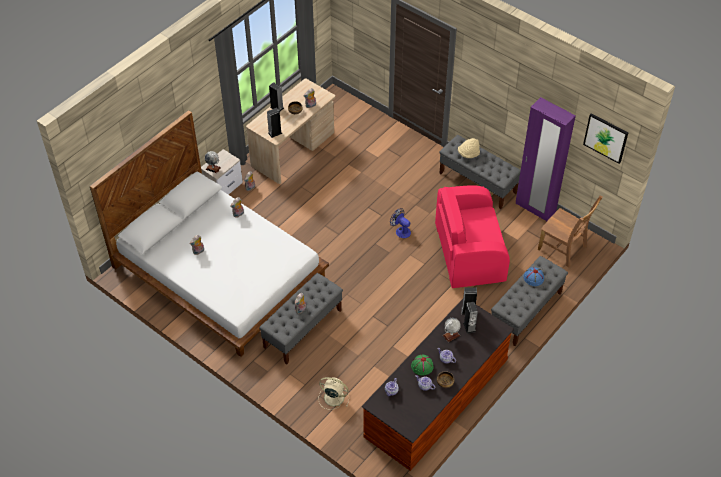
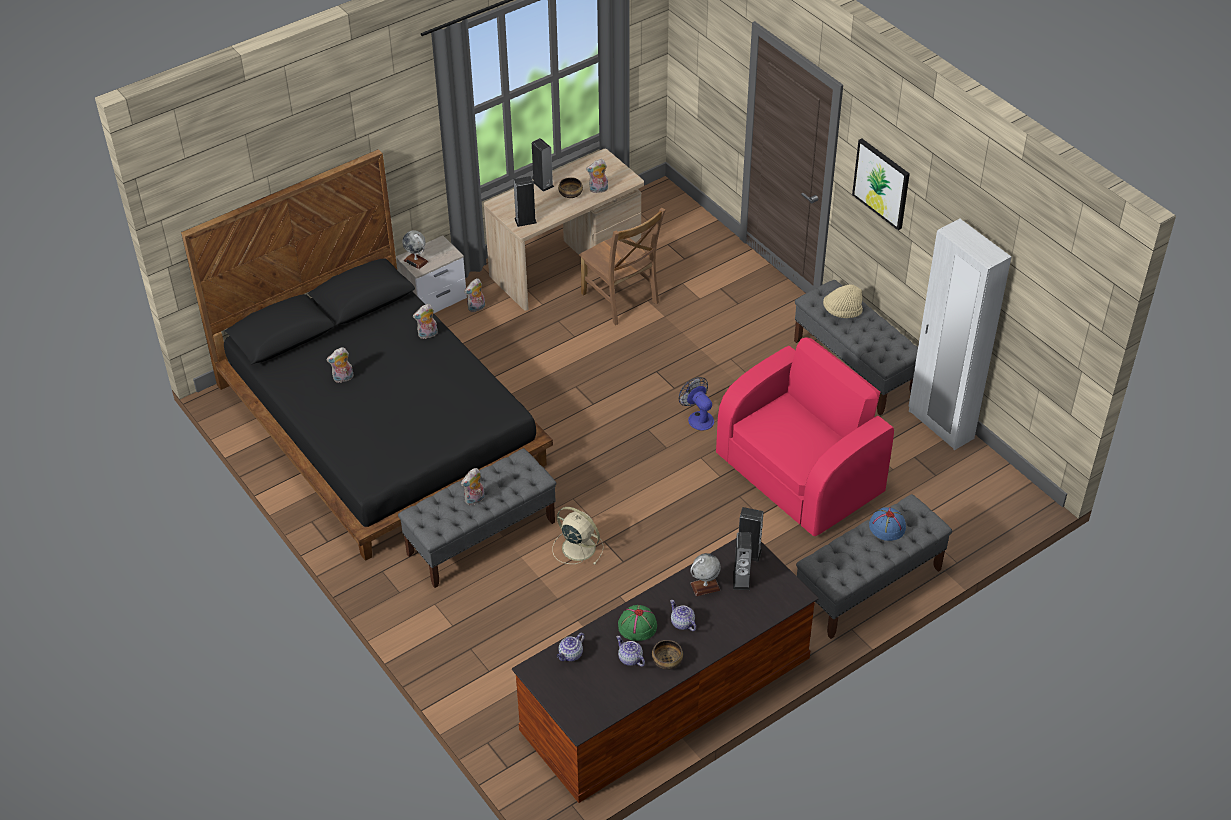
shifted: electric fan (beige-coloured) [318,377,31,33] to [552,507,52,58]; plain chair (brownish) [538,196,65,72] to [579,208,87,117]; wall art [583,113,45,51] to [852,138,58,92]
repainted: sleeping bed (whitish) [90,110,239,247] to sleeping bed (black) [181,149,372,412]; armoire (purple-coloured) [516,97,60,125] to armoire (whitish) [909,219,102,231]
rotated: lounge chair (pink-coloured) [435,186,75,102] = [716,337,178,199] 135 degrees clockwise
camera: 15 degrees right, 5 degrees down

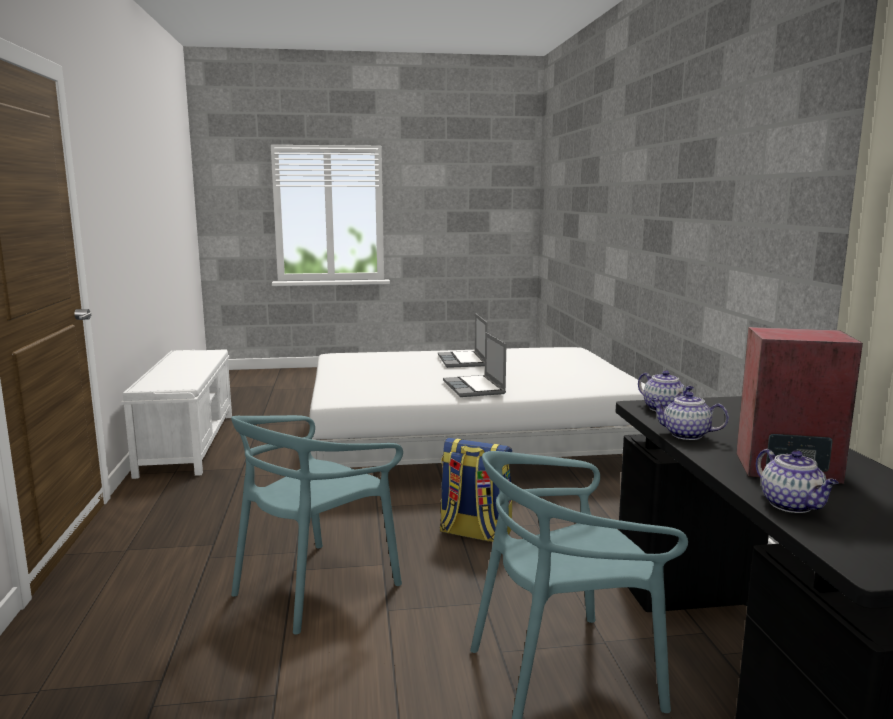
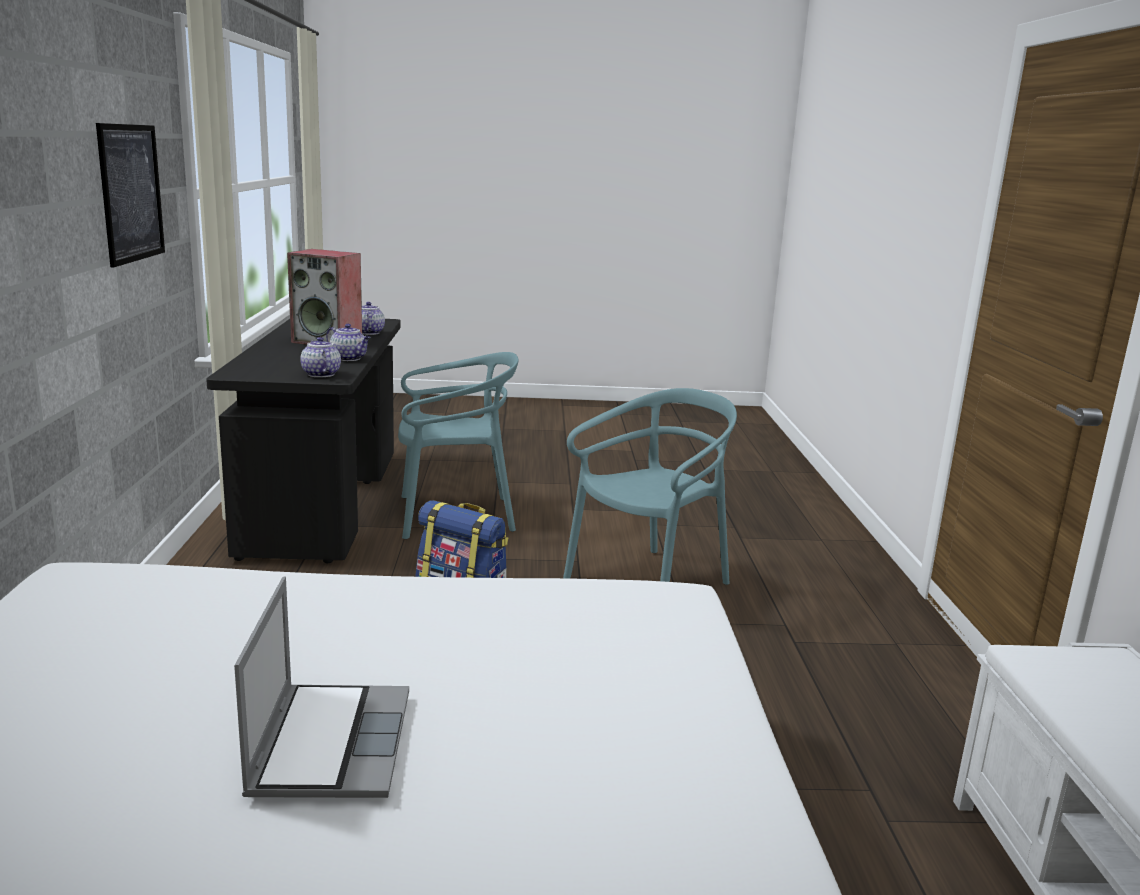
gone: notebook computer [443,332,63,65]
new: wall art [96,123,69,144]
camera: 175 degrees left, 5 degrees up

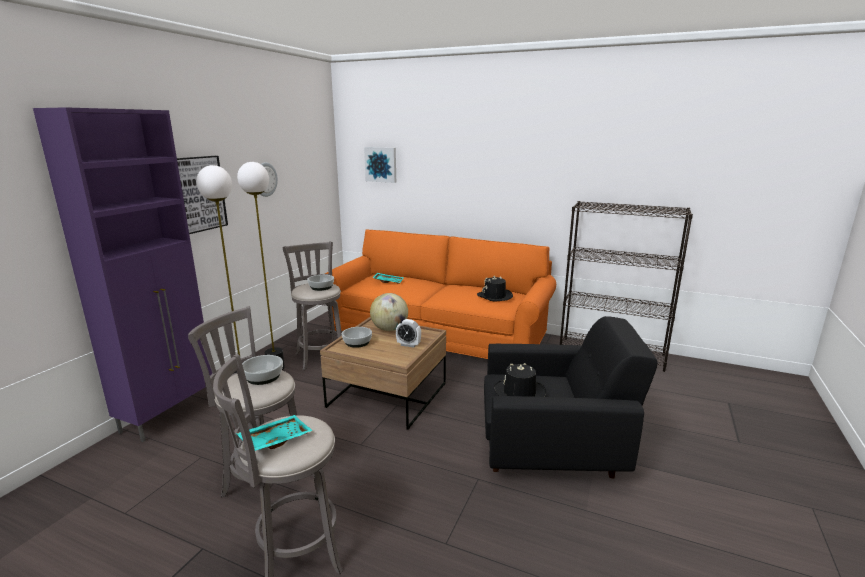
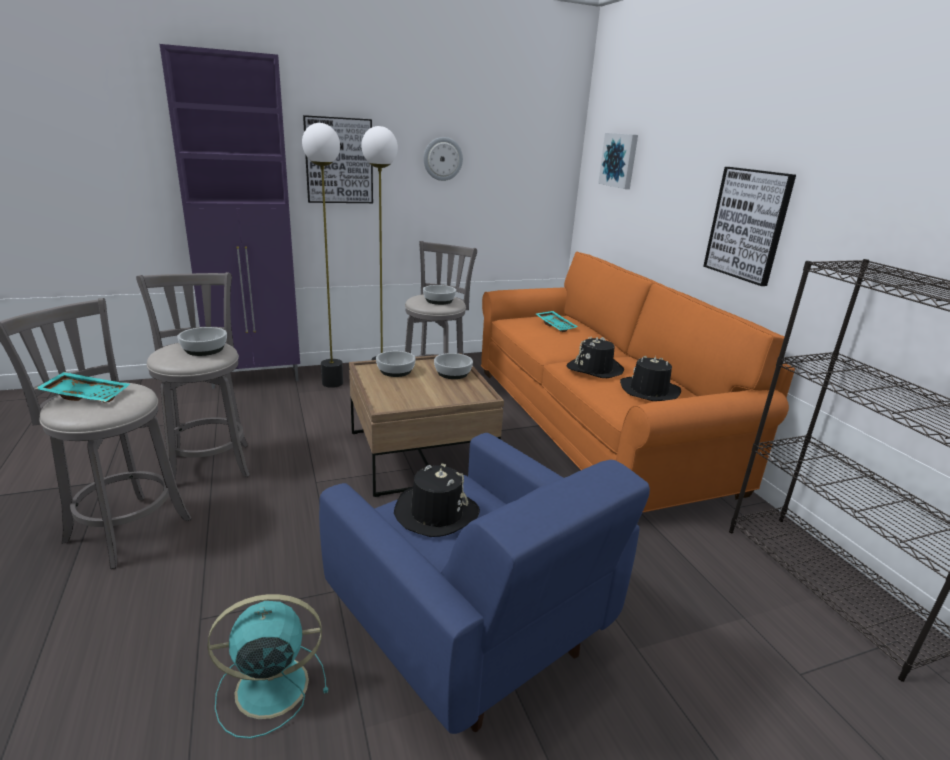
gone: bedside clock [396,319,25,29]
new: electric fan (turquoise-coloured) [207,594,121,145]; hat (black) [567,337,57,41]; wall art [703,167,93,119]
swapped: desk globe [370,293,38,38] to bowl [434,353,39,26]
repainted: lounge chair (black) [484,316,173,162] to lounge chair (blue-coloured) [319,433,331,301]
camera: 45 degrees right, 5 degrees up

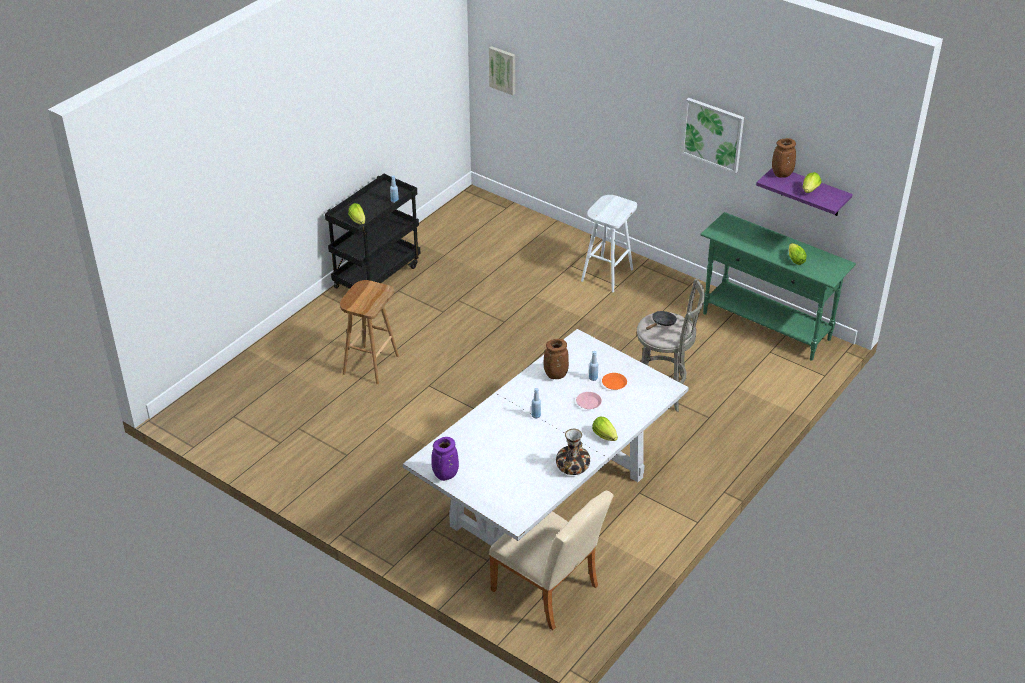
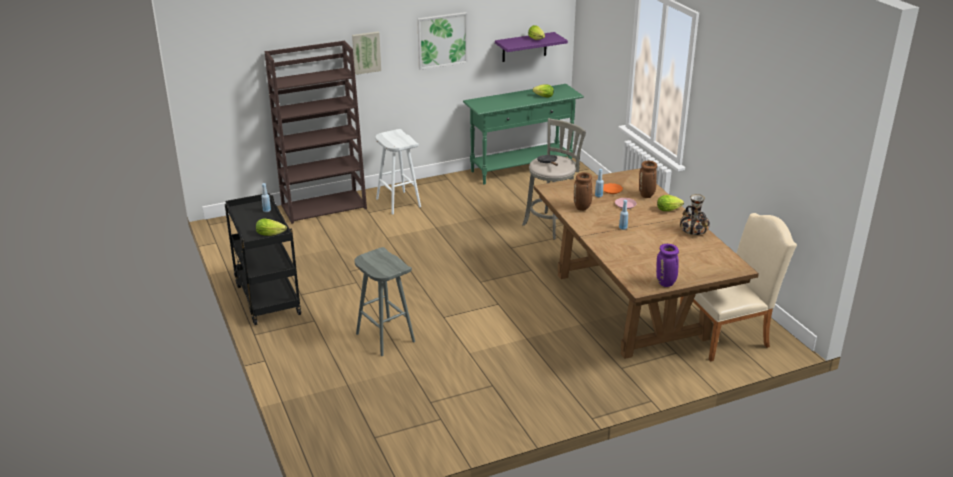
new: bookshelf (brownish) [264,41,103,183]
shifted: wall art [489,46,26,49] to [352,32,29,43]; vase (brownish) [772,138,24,40] to [639,161,18,37]
repainted: stool seat (brownish) [340,280,59,104] to stool seat (greyish) [354,247,61,109]; dinner table (whitish) [403,329,286,217] to dinner table (brownish) [534,169,225,190]
camera: 60 degrees left, 10 degrees down

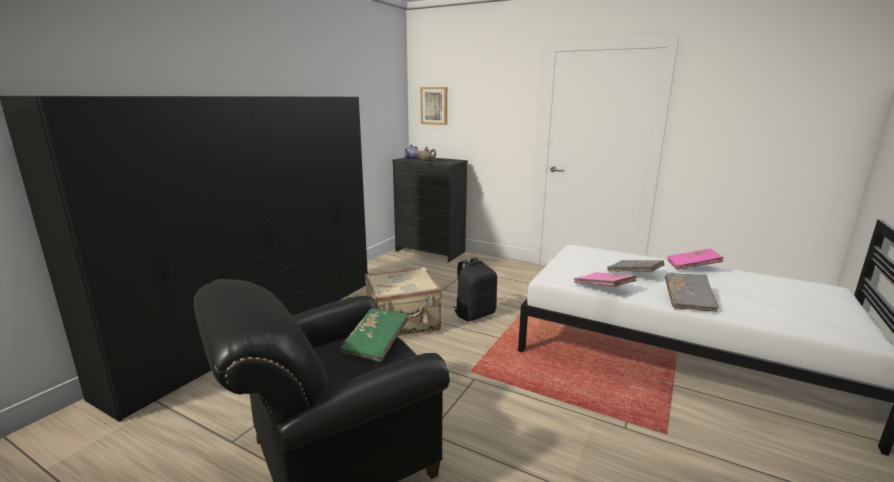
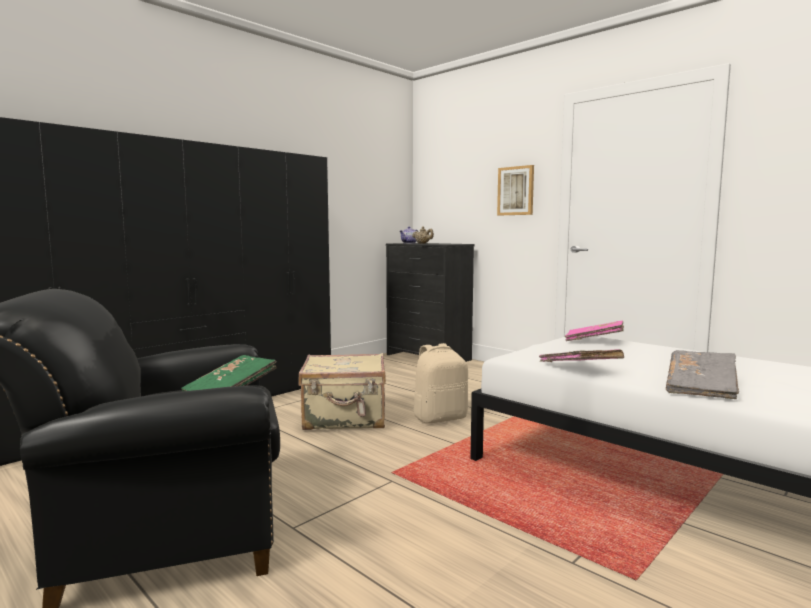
gone: volume (greyish) [607,260,58,12]
shifted: wall art [420,87,27,38] to [497,165,37,50]; volume (pink-coloured) [667,249,56,21] to [565,320,59,21]
repainted: backpack (black) [454,258,43,63] to backpack (beige-coloured) [413,343,55,81]
camera: 15 degrees right, 10 degrees down

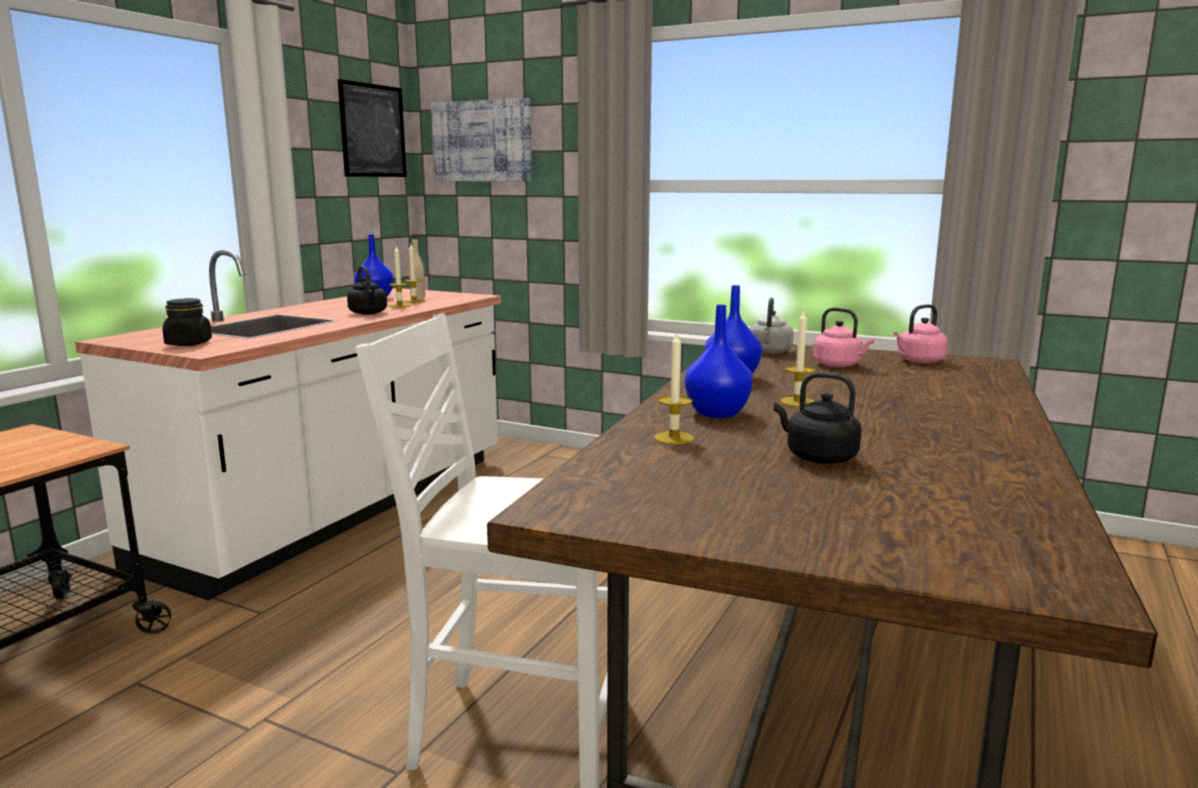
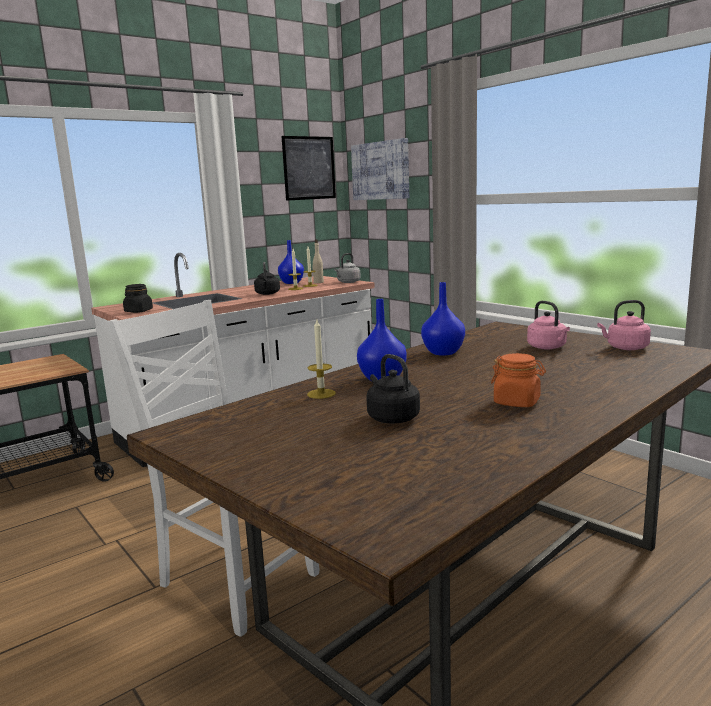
gone: wax light [780,309,35,98]
new: storage jar (orangey) [491,353,55,54]
shifted: kettle (greyish) [750,298,44,56] to [334,253,27,30]
camera: 25 degrees right, 0 degrees up

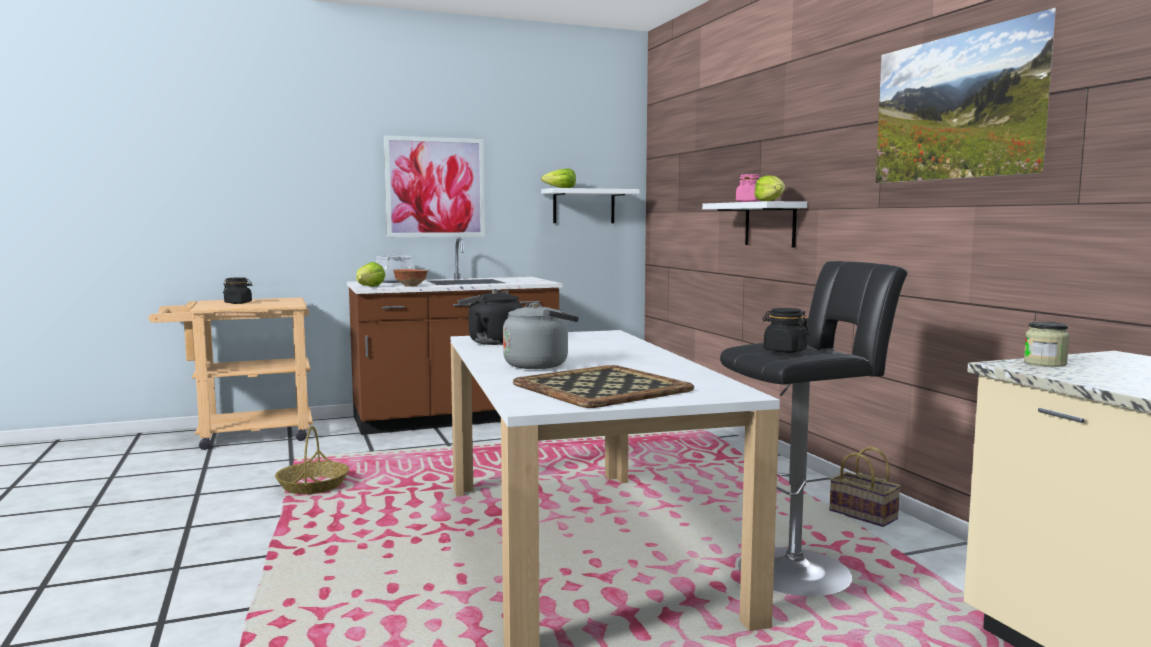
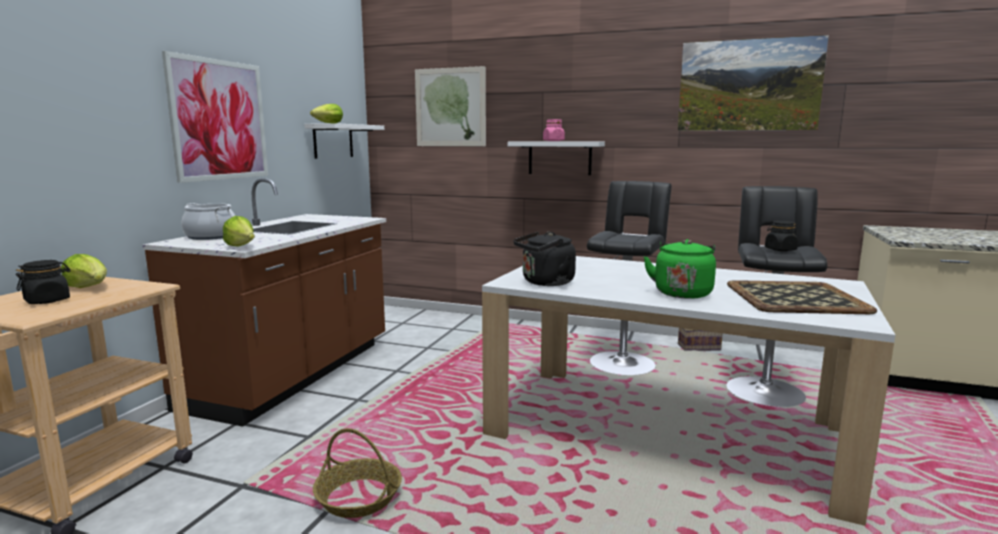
gone: bowl [393,269,35,18]; storage jar [1024,322,46,45]
new: wall art [415,66,71,80]; stool seat (black) [587,181,85,194]
shifted: lettuce [754,175,31,26] to [61,254,46,34]
repainted: kettle (greyish) [503,303,76,66] to kettle (greenish) [643,239,73,60]
camera: 50 degrees left, 5 degrees up

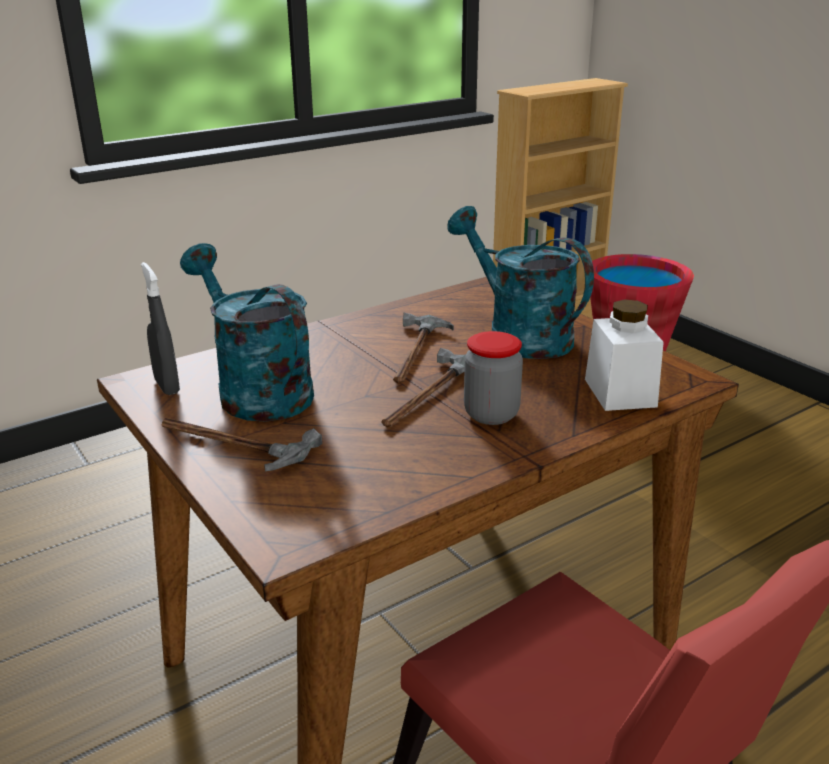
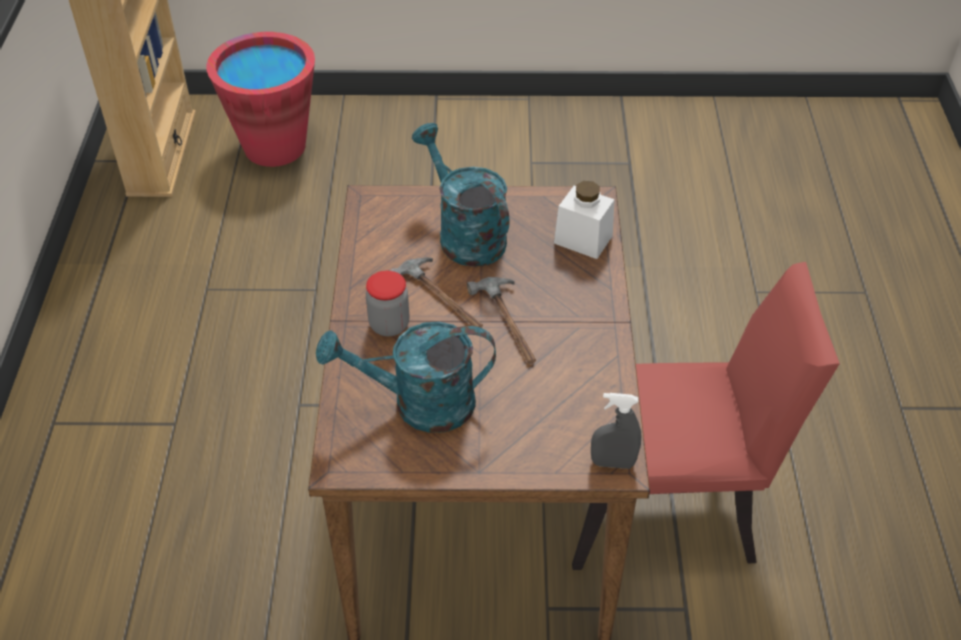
gone: hand hammer [161,418,162,53]
shifted: spray bottle (greyish) [141,262,39,133] to [591,393,50,76]; storage jar [464,331,59,94] to [366,270,44,66]
rotated: watering pot (turquoise-coloured) [447,206,147,153] = [412,123,98,144] 60 degrees clockwise
camera: 55 degrees left, 20 degrees up

